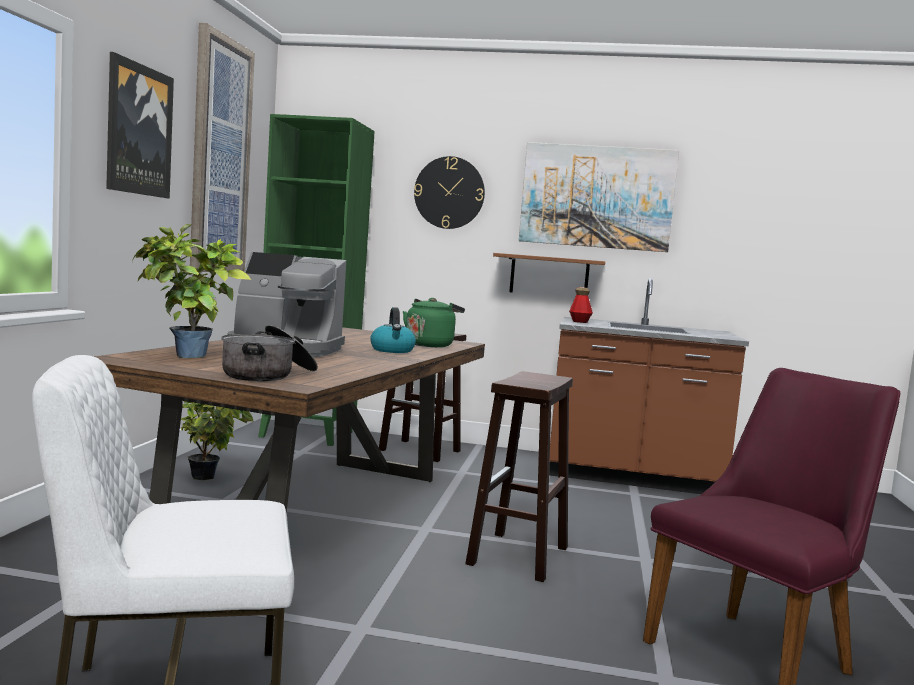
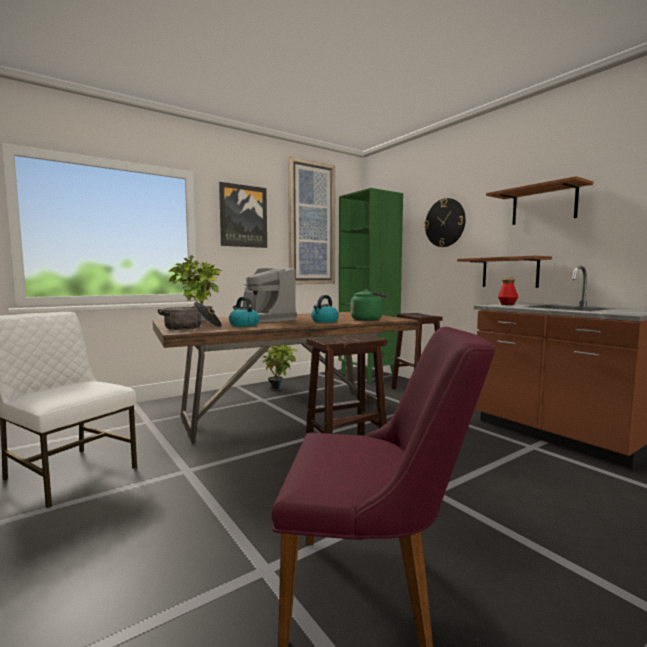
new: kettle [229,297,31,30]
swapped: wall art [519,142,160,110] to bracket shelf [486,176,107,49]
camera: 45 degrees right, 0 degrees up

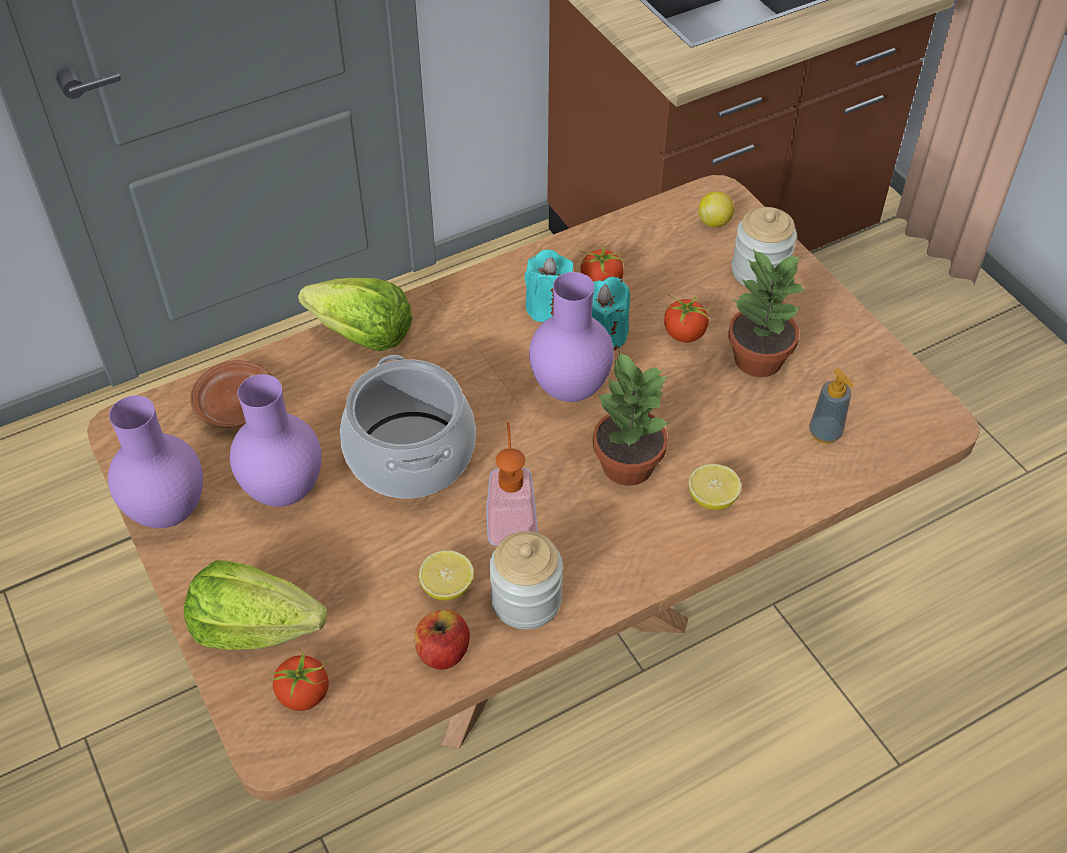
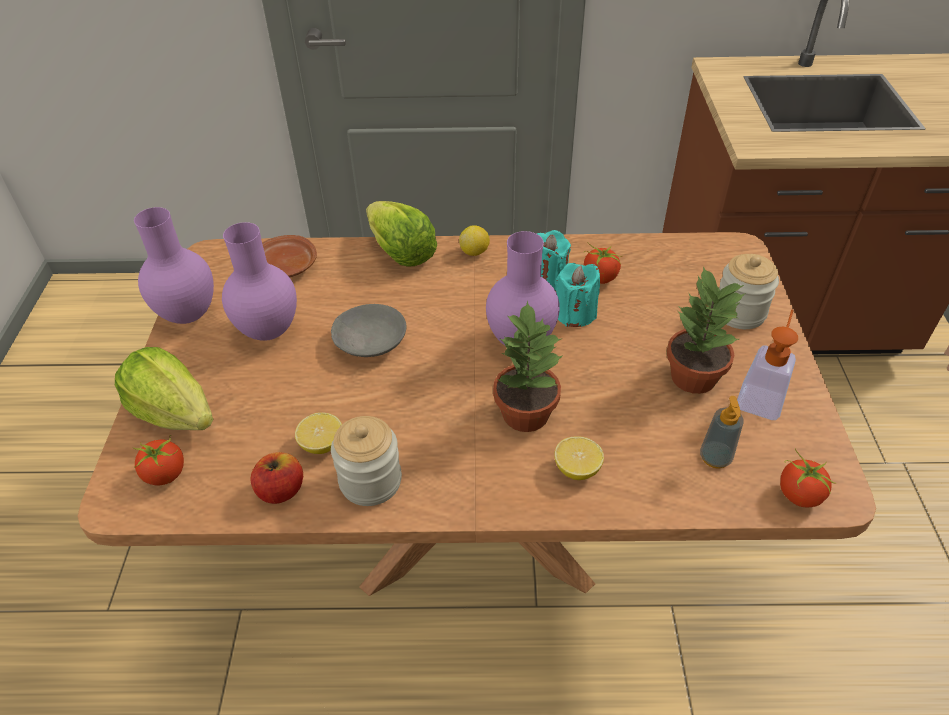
shifted: liquid soap bottle [486,422,52,123] to [737,309,61,111]; whole tomato [664,294,47,49] to [780,448,56,59]; whole lemon [698,192,36,35] to [459,225,31,31]
swapped: cooking pot [340,355,136,143] to bowl (greyish) [331,304,75,53]
camera: 30 degrees right, 5 degrees down

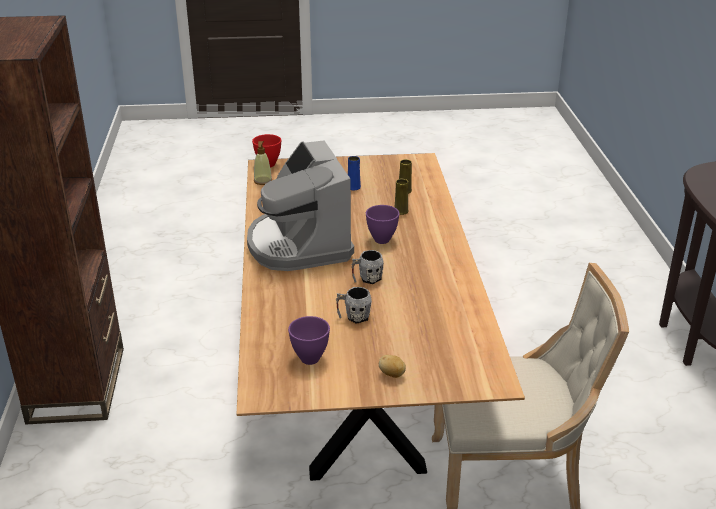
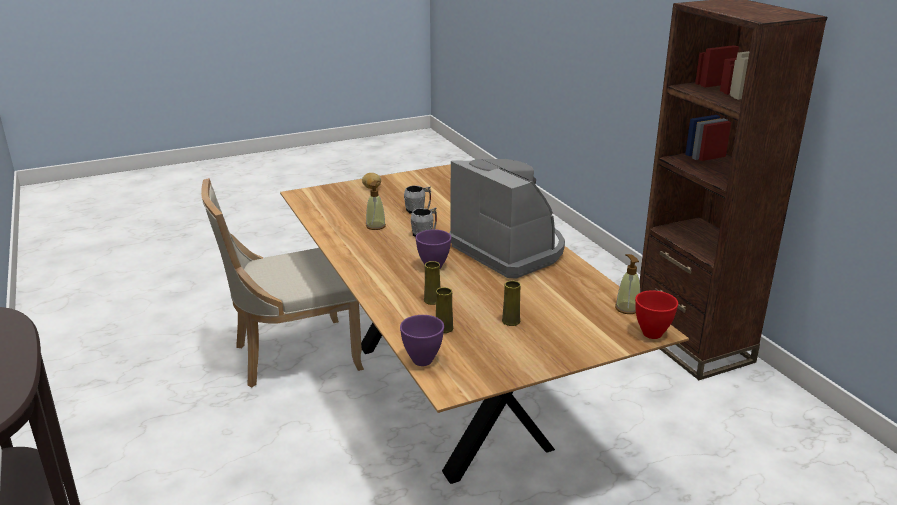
new: liquid soap bottle [366,180,20,50]
shifted: bowl (purple-coloured) [288,316,42,49] to [400,315,44,51]
repainted: vase (blue-coloured) [348,156,13,34] to vase (yellowish) [502,281,19,45]
camera: 160 degrees right, 5 degrees down

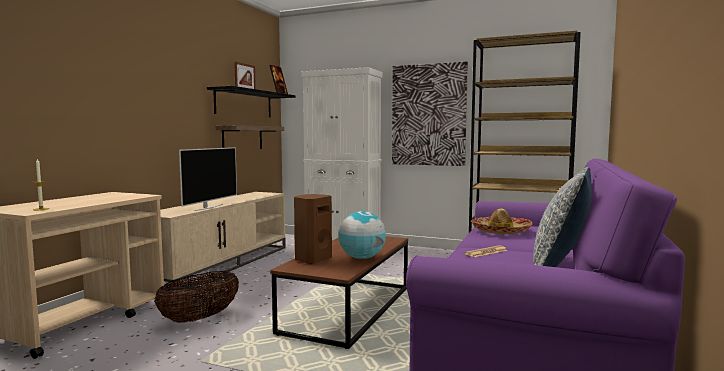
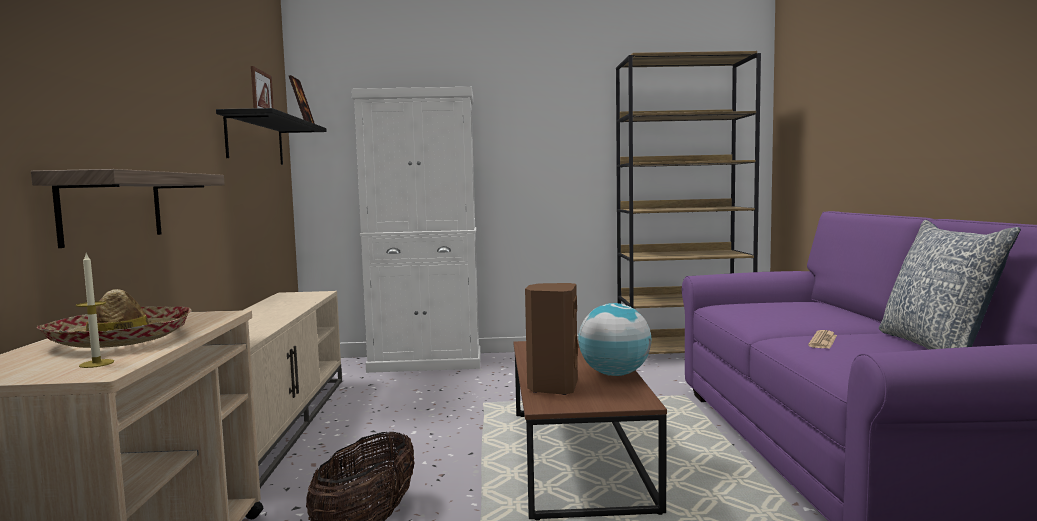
gone: television [179,147,58,64]; wall art [392,62,76,104]
shifted: bracket shelf [215,125,69,24] to [31,169,194,79]; hat [471,208,61,26] to [37,289,154,59]
camera: 25 degrees left, 0 degrees up

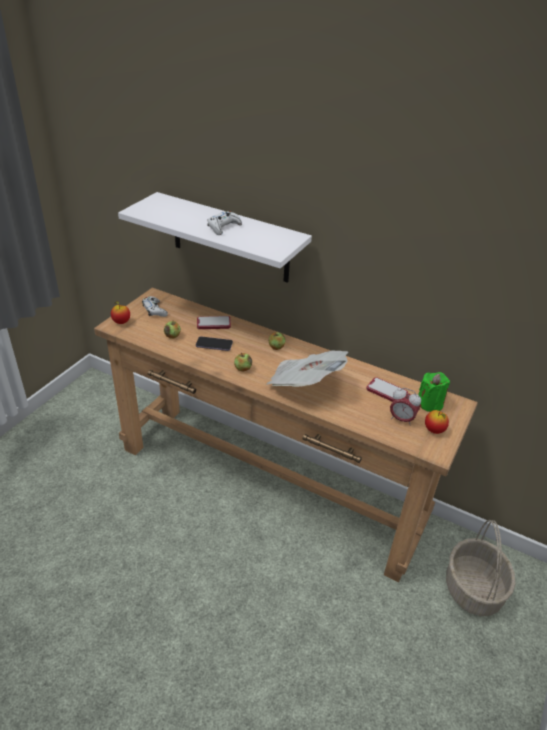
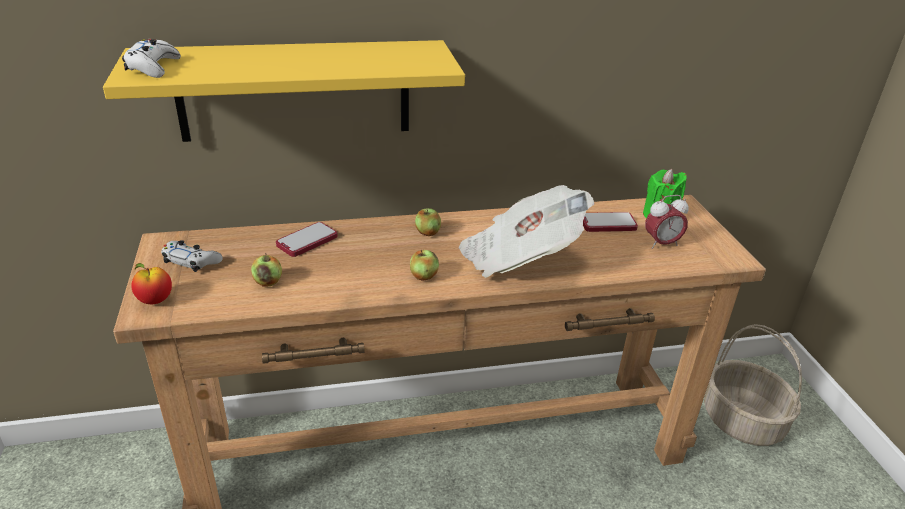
gone: telephone [196,336,37,15]; whole apple [425,410,24,24]
shifted: game controller (whitish) [207,211,35,24] to [122,39,59,39]
repainted: bracket shelf (whitish) [118,192,194,91] to bracket shelf (yellowish) [103,40,362,102]
camera: 40 degrees left, 5 degrees down

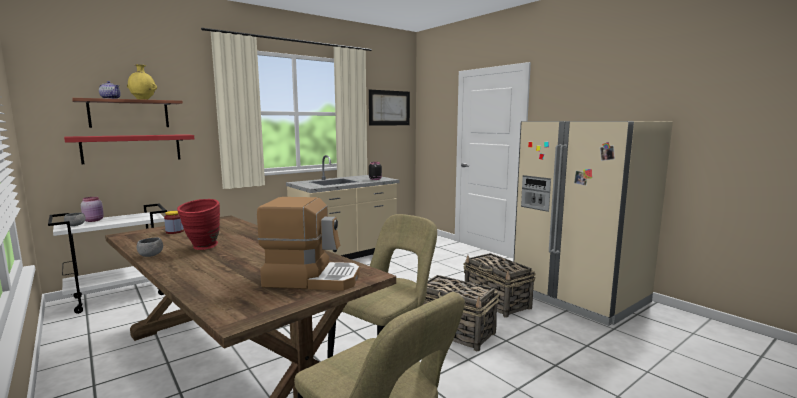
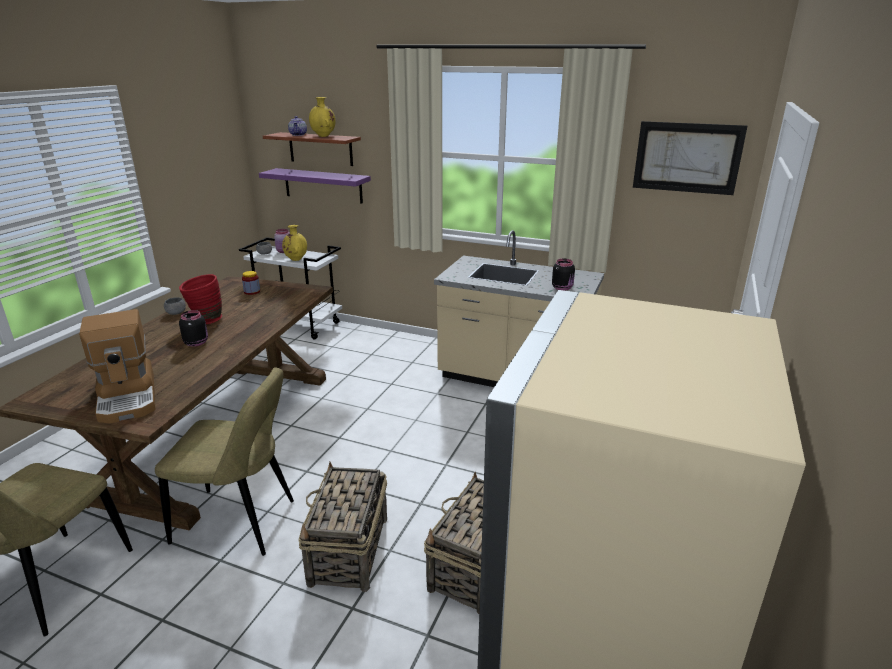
new: storage jar (black) [179,310,29,37]; vase (yellowish) [282,225,25,36]
repainted: bracket shelf (reddish) [64,134,130,30] to bracket shelf (purple-coloured) [259,168,112,36]
camera: 60 degrees right, 15 degrees up

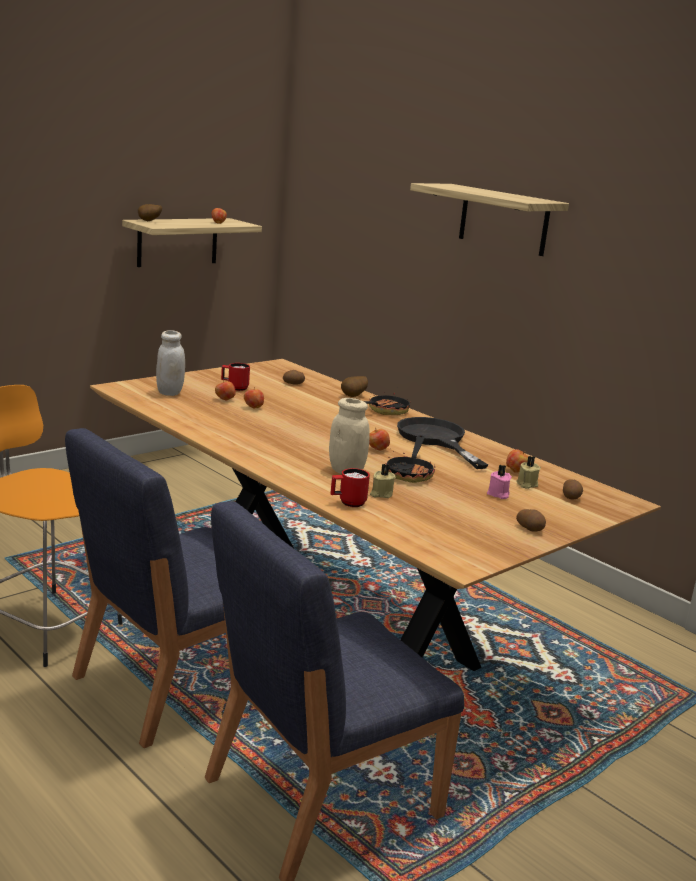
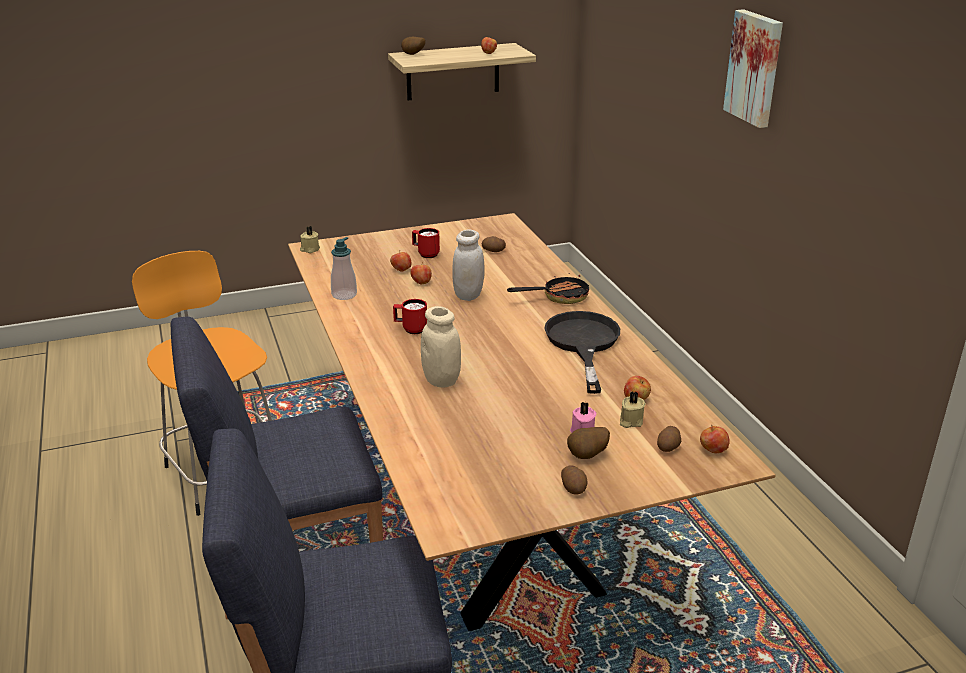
gone: pan [386,435,50,48]
new: liquid soap bottle [331,237,26,63]
shifted: storage jar (whitish) [156,330,29,66] to [452,229,33,72]; mug (reddish) [330,468,40,39] to [393,299,34,35]; spud [341,376,27,21] to [567,427,43,32]; whole apple [369,428,21,22] to [700,425,30,28]; wax light (beige-coloured) [370,464,26,34] to [300,226,20,27]
swapped: bracket shelf [410,183,159,73] to wall art [723,9,60,119]
camera: 25 degrees right, 10 degrees up

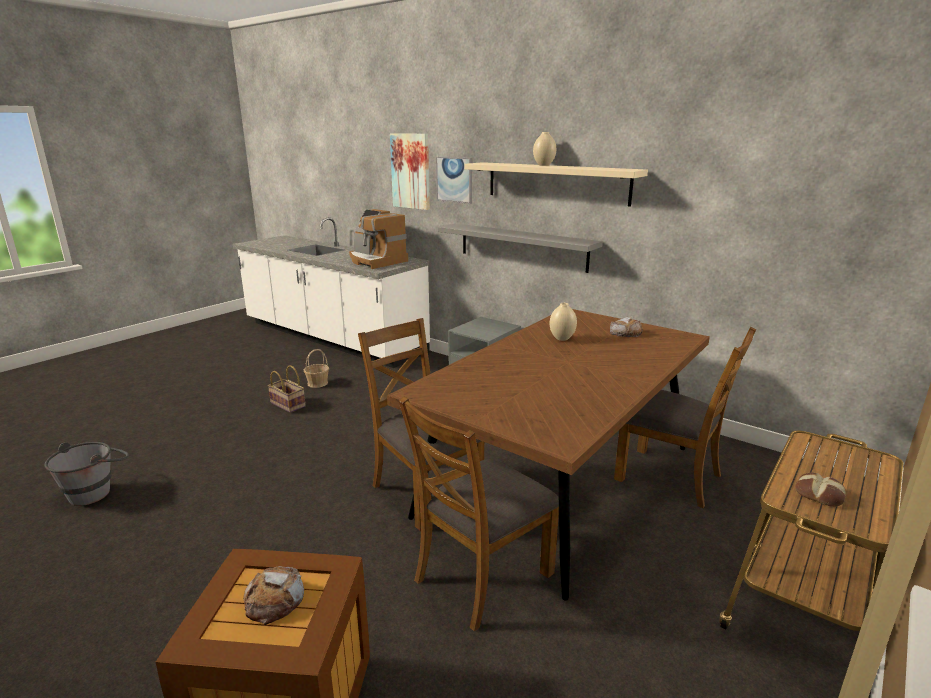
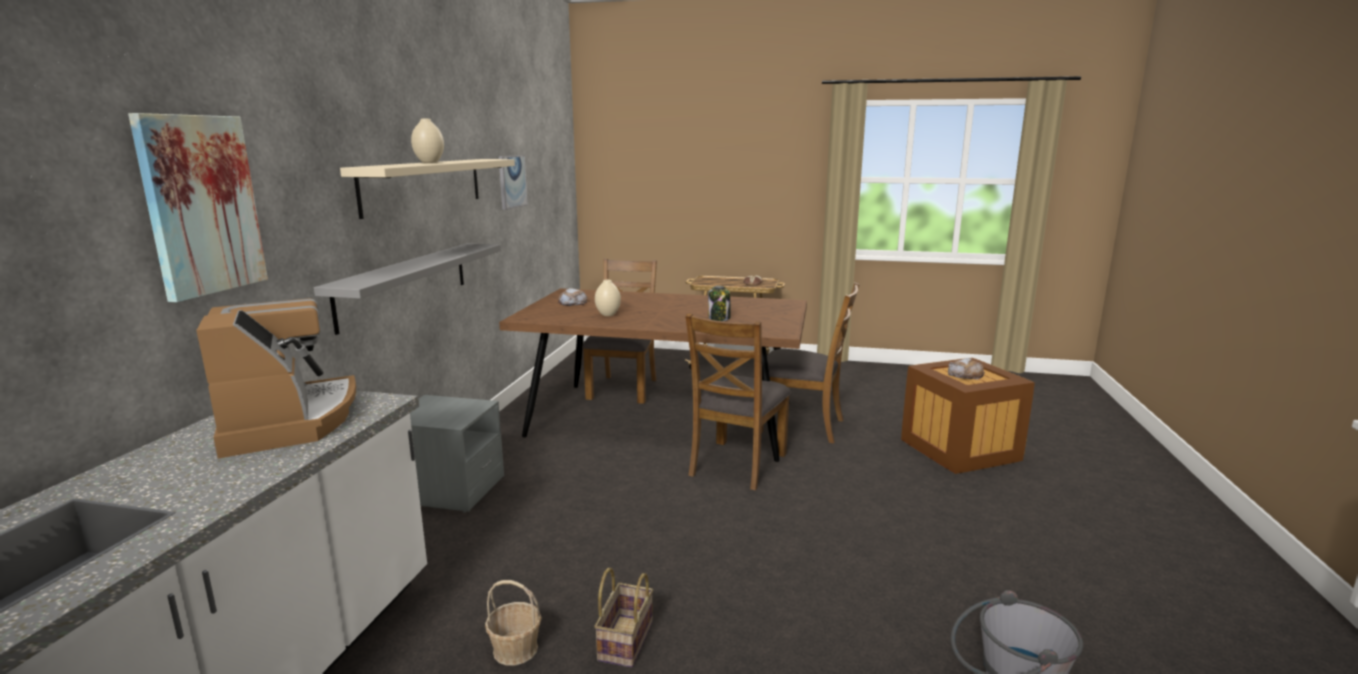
new: storage jar [708,286,22,35]
shifted: wall art [436,157,36,47] to [499,155,29,55]
rotated: coffee maker [349,209,59,60] = [196,298,160,161] 45 degrees counterclockwise
camera: 115 degrees left, 5 degrees down

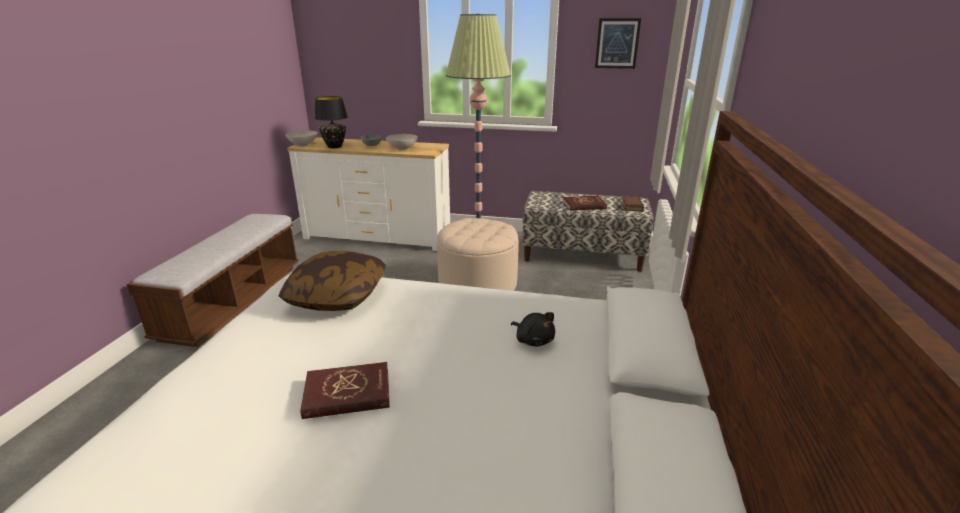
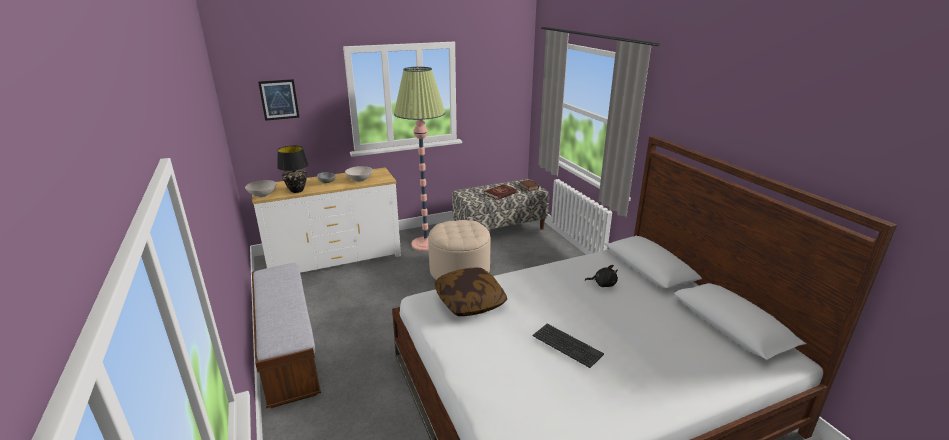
shifted: wall art [595,18,46,51] to [258,79,41,42]
swapped: volume (reddish) [300,362,90,57] to keyboard [532,324,72,44]
camera: 35 degrees left, 0 degrees up

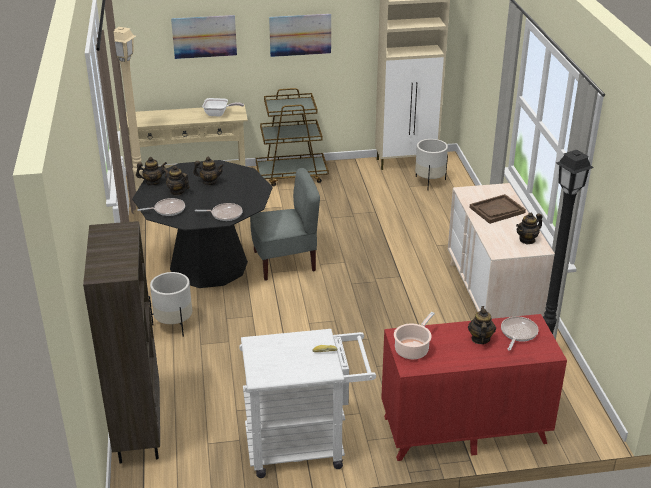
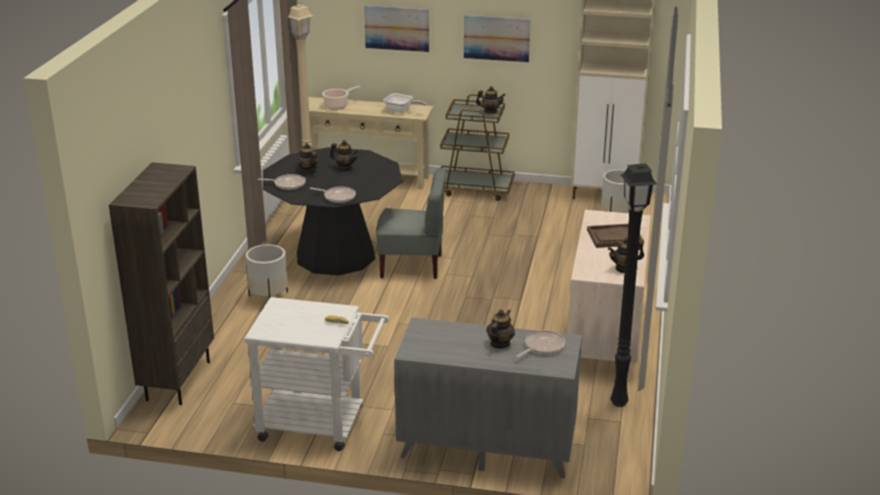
shifted: teapot [136,157,31,28] to [476,86,29,28]; cooking pot [394,312,41,47] to [322,86,39,24]
repainted: dresser (reddish) [381,314,186,147] to dresser (greyish) [394,318,188,160]
camera: 20 degrees right, 5 degrees down

